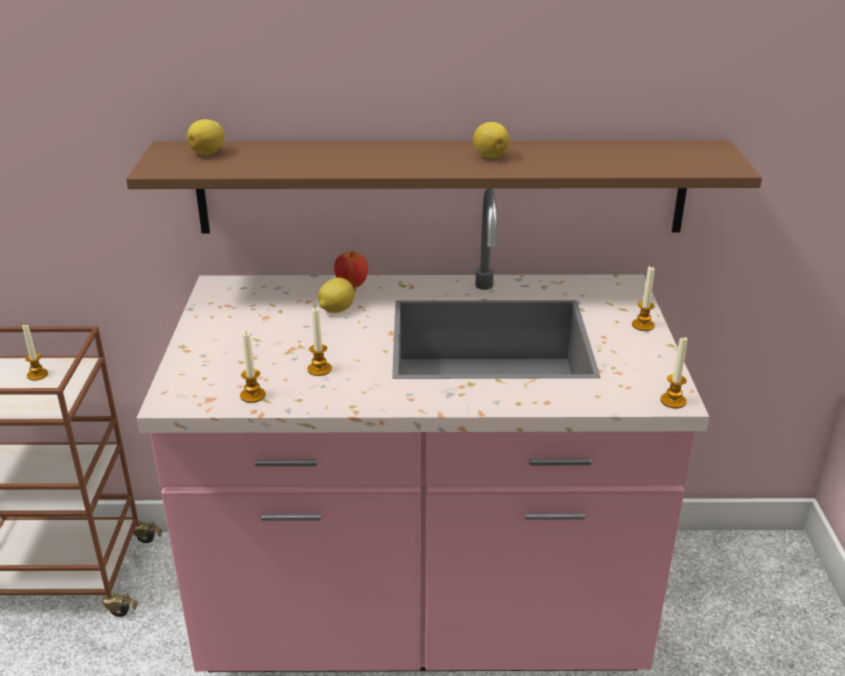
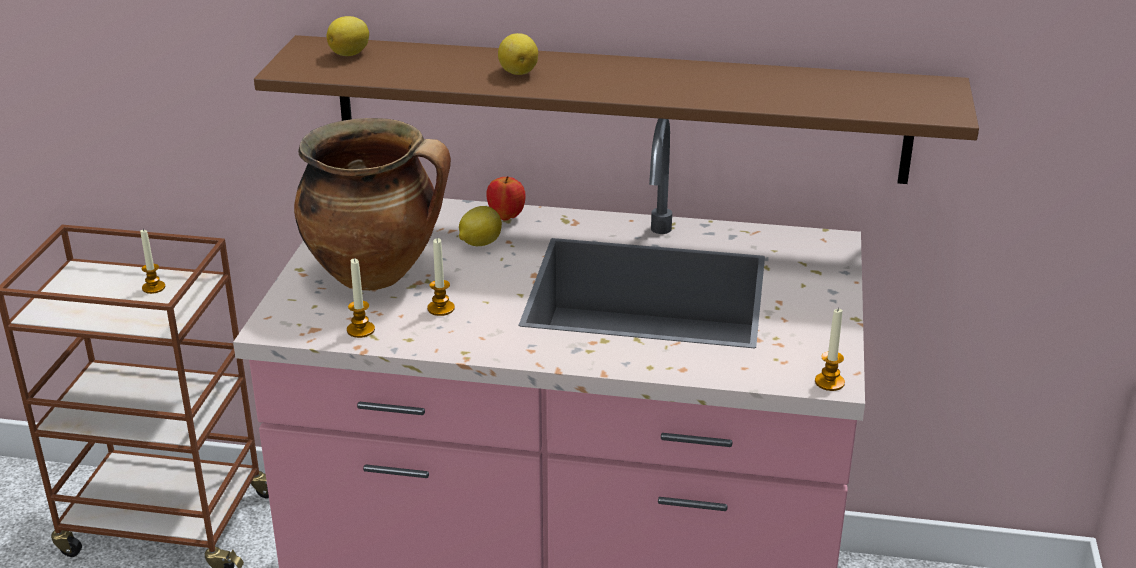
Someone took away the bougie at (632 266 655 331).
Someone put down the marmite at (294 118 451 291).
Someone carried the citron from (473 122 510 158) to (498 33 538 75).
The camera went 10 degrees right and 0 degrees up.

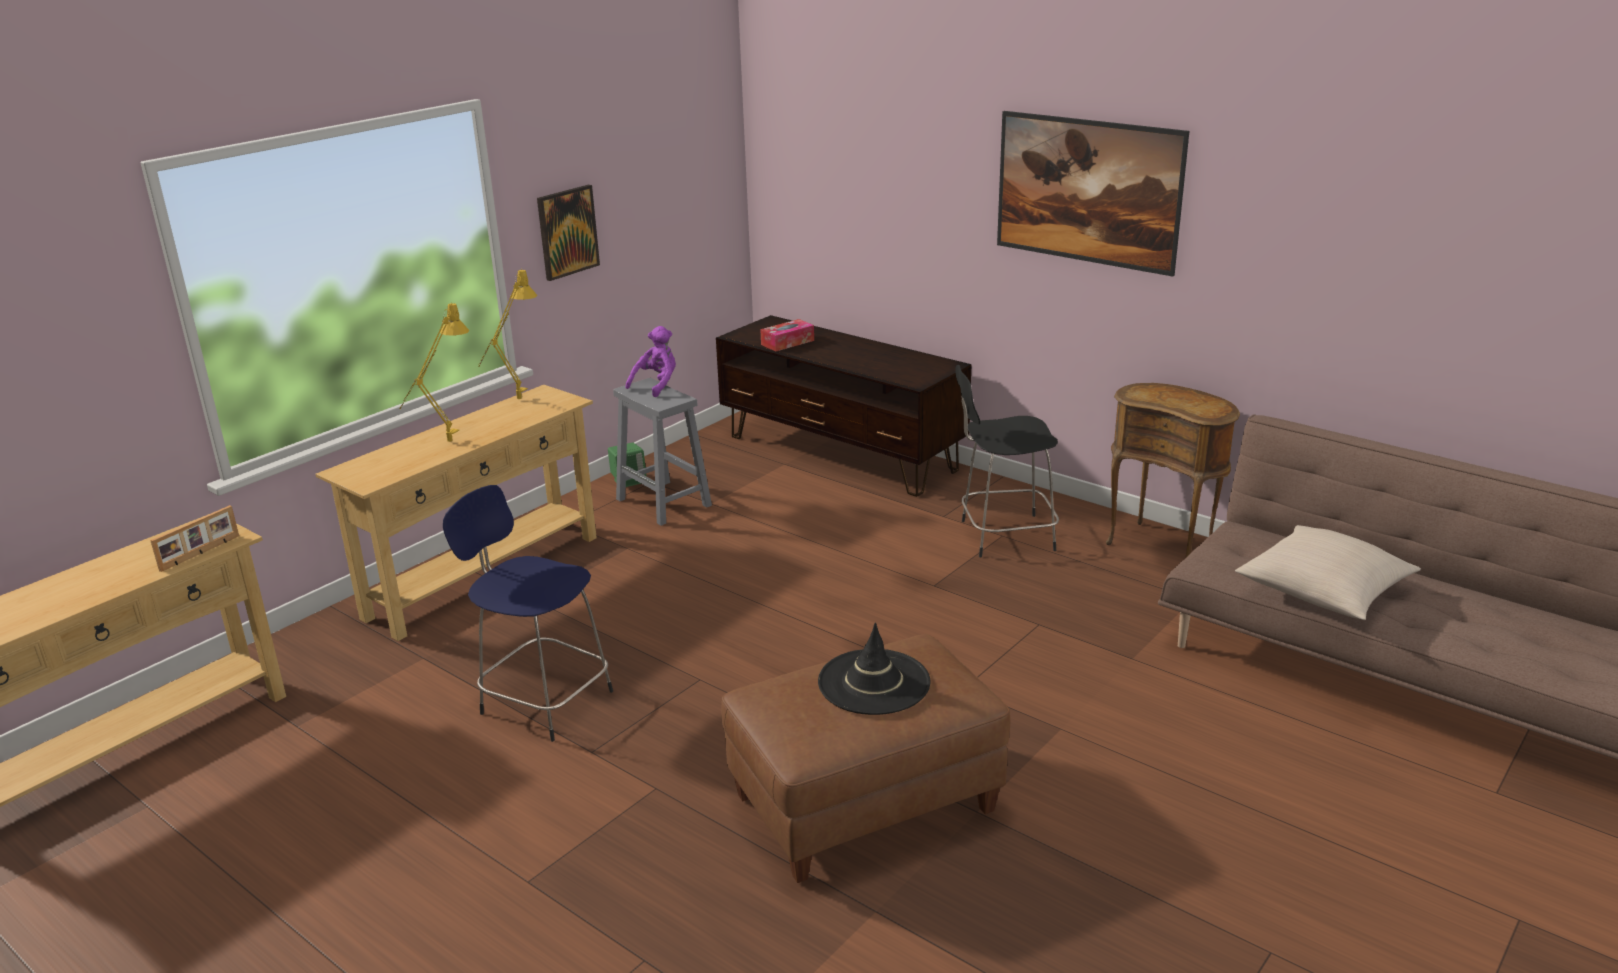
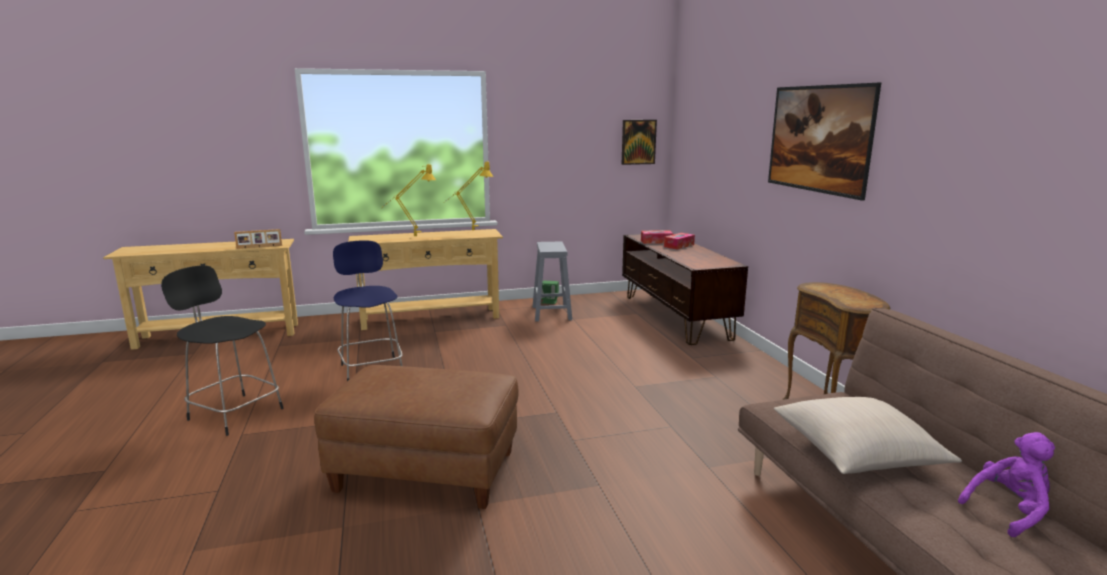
Someone took away the chapeau (noir) at (818 623 931 715).
Someone put down the boîte à mouchoirs at (664 233 695 250).
Someone carried the tableau from (537 185 600 281) to (622 120 657 165).
Someone carried the peluche (violet) from (625 326 676 397) to (958 432 1055 537).
Someone carried the tabouret (noir) from (955 365 1059 557) to (161 265 284 436).
The camera went 35 degrees right and 10 degrees down.

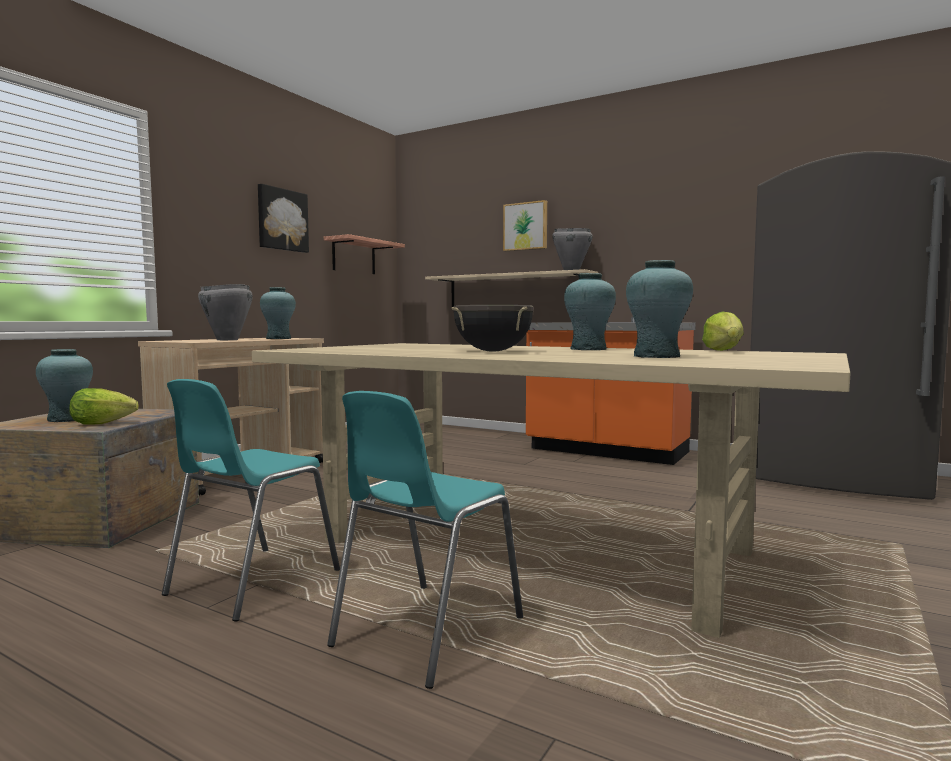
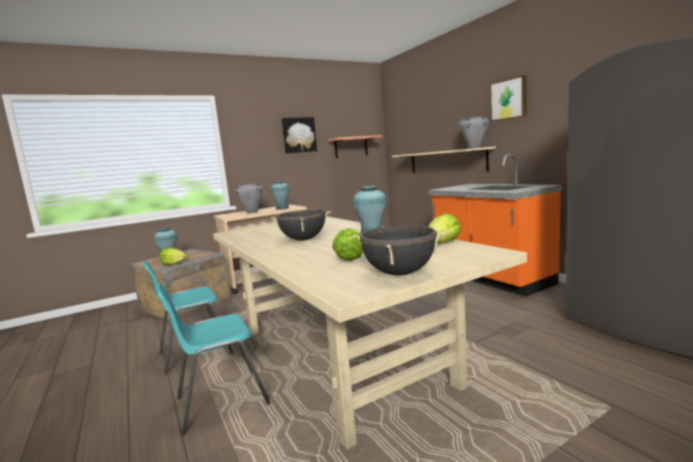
Someone put down the marmite (noir) at (352 225 446 276).
Someone carried the tableau from (503 200 547 251) to (490 75 526 122).
Someone swapped the vase (turquoise) at (626 260 693 358) for the laitue at (332 228 363 261).
The camera went 30 degrees right and 5 degrees up.

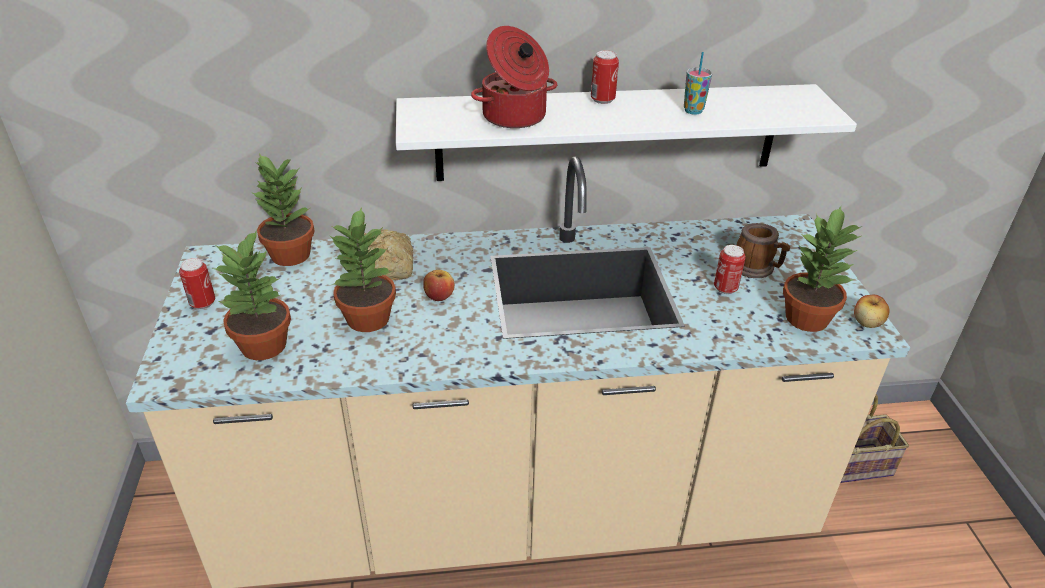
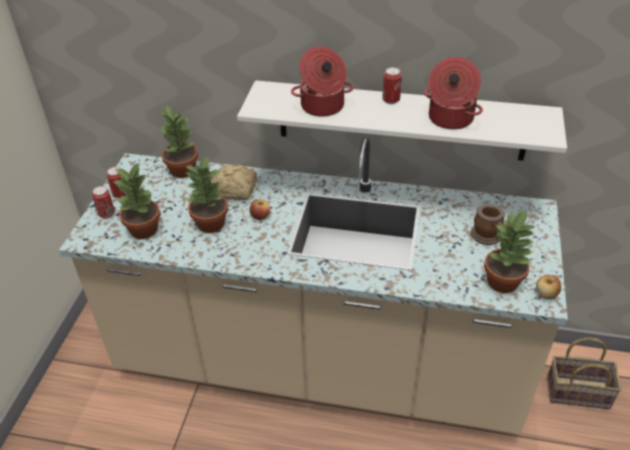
Someone carried the boîte métallique from (714 245 746 294) to (92 186 115 219).
Someone swapped the tasse at (684 52 712 115) for the marmite at (424 57 483 129).
The camera went 20 degrees right and 5 degrees up.

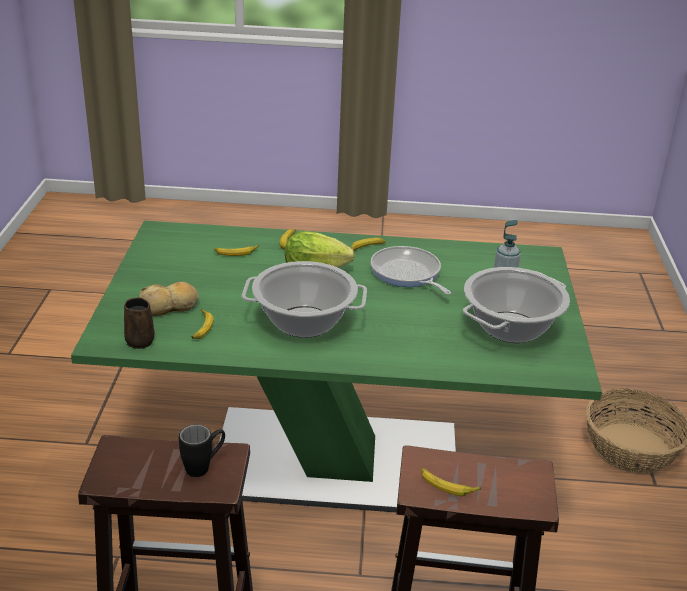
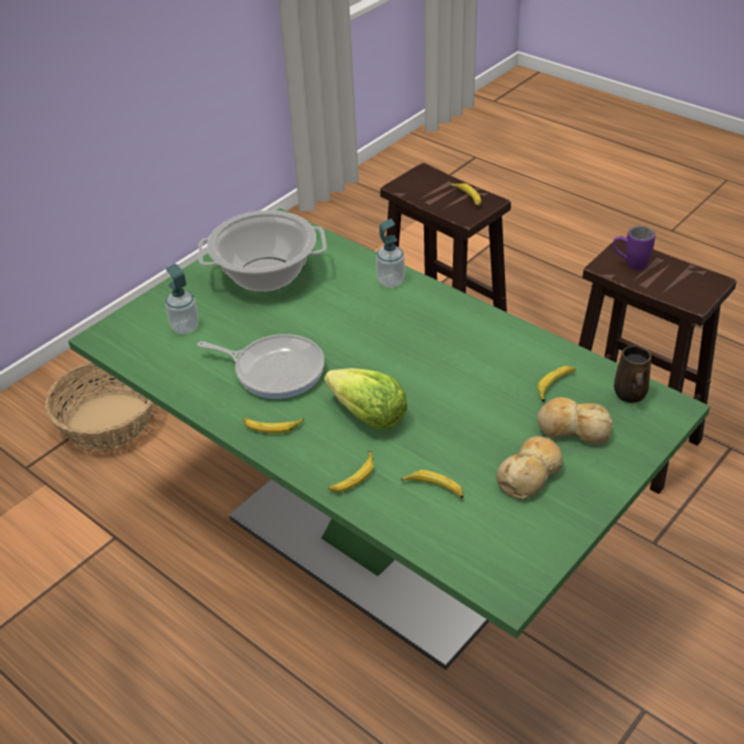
Someone took away the marmite at (242 261 367 338).
Someone put down the distributeur de savon at (376 219 405 288).
Someone put down the pain at (496 436 563 499).
Someone repainted the mug (noir) at (179 425 225 477), which became the mug (violet) at (613 226 655 270).
Someone rotated the poêle at (370 246 451 295) by 75 degrees counterclockwise.
The camera went 140 degrees left and 10 degrees up.

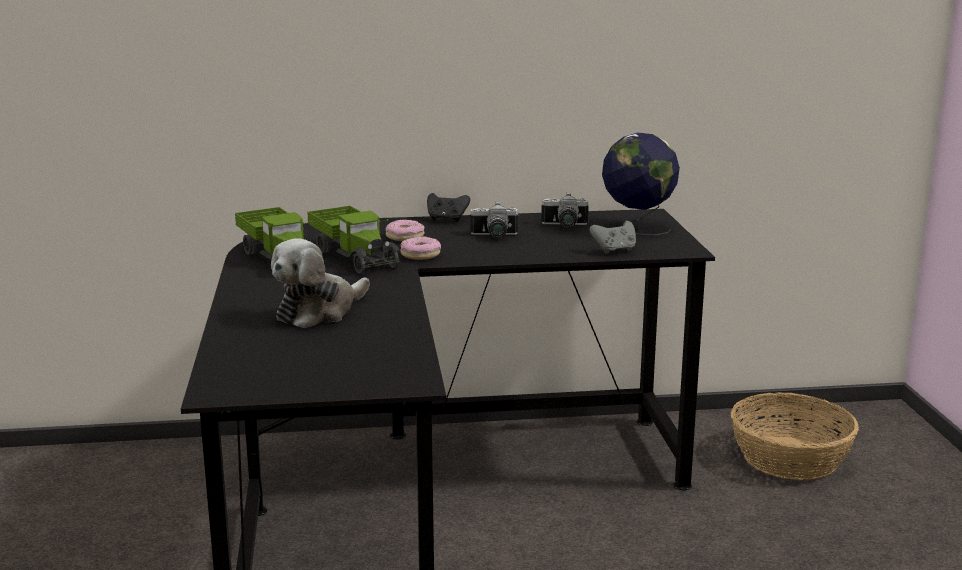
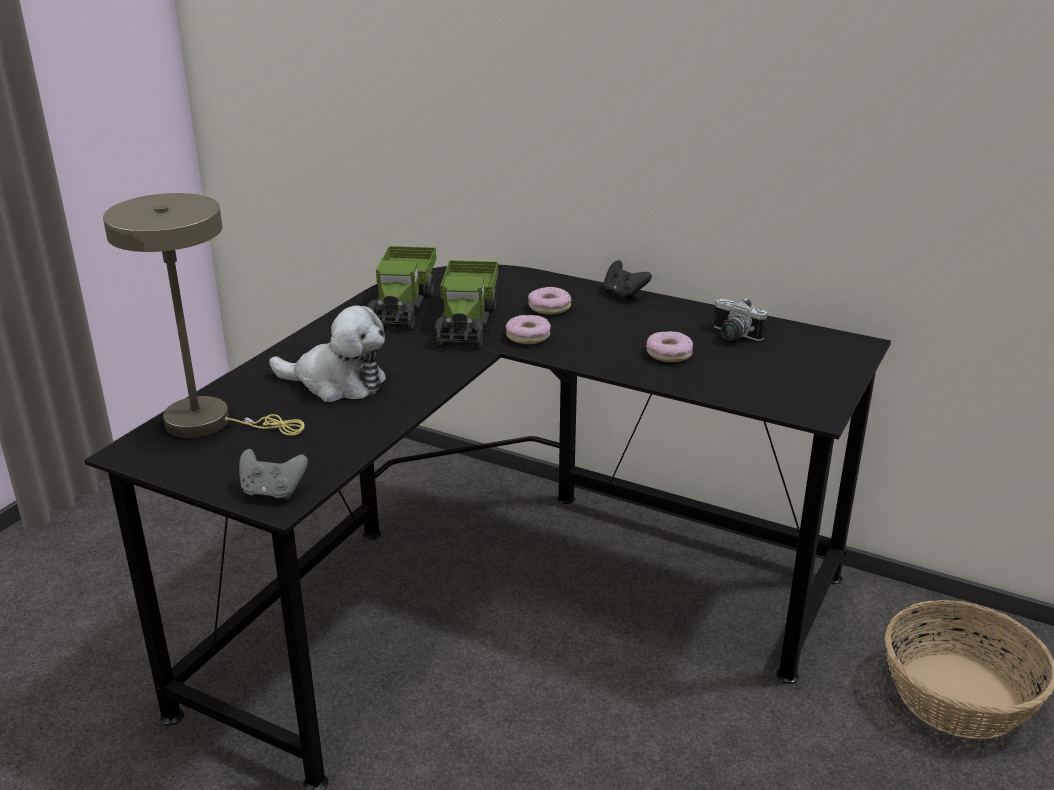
Someone took away the appareil photo at (470 201 519 238).
Someone took away the globe at (602 133 680 235).
Someone put down the lampe de table (beige) at (103 193 305 438).
Someone put down the beignet at (646 331 693 362).
Someone carried the manette (gris) from (589 221 636 254) to (239 449 308 500).
Someone rotated the peluche at (271 239 370 328) by 150 degrees counterclockwise.
The camera went 35 degrees right and 10 degrees up.

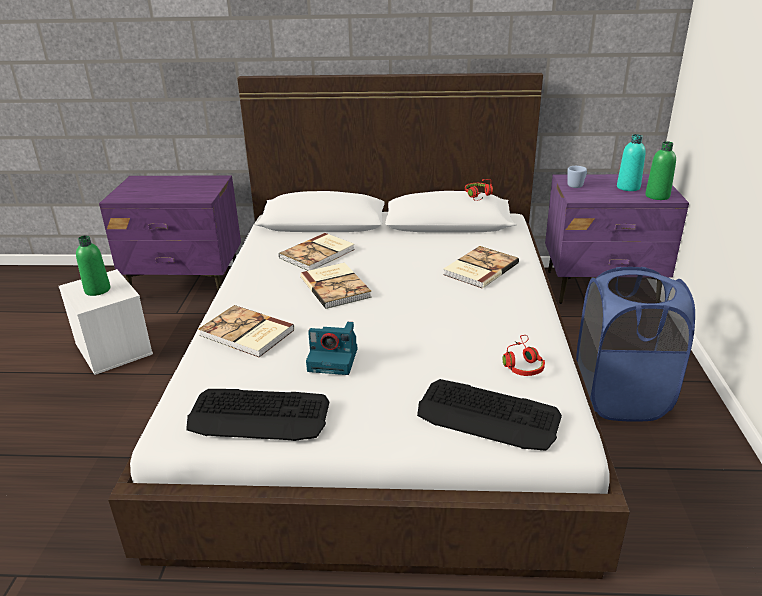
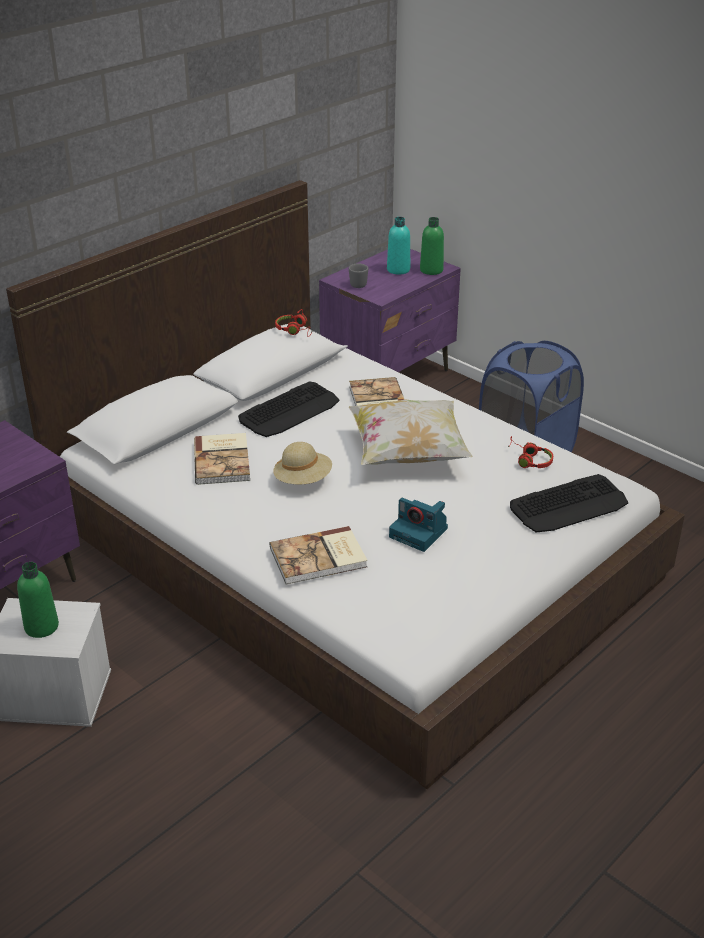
Someone put down the coussin at (349 400 473 465).
Someone carried the clavier from (186 389 329 441) to (238 381 339 437).
Someone swapped the livre at (300 263 372 309) for the chapeau (beige) at (273 442 332 485).
Someone repainted the mug (bleu) at (567 166 587 188), which became the mug (gris) at (349 264 368 288).
Someone rotated the appareil photo at (306 322 357 375) by 75 degrees clockwise.
The camera went 50 degrees left and 5 degrees up.

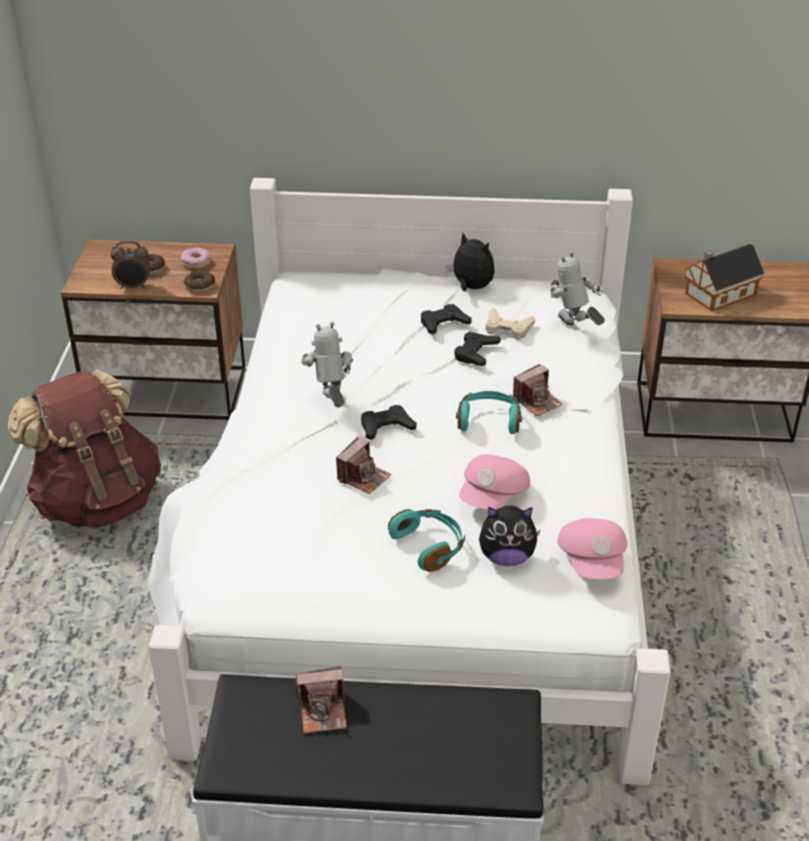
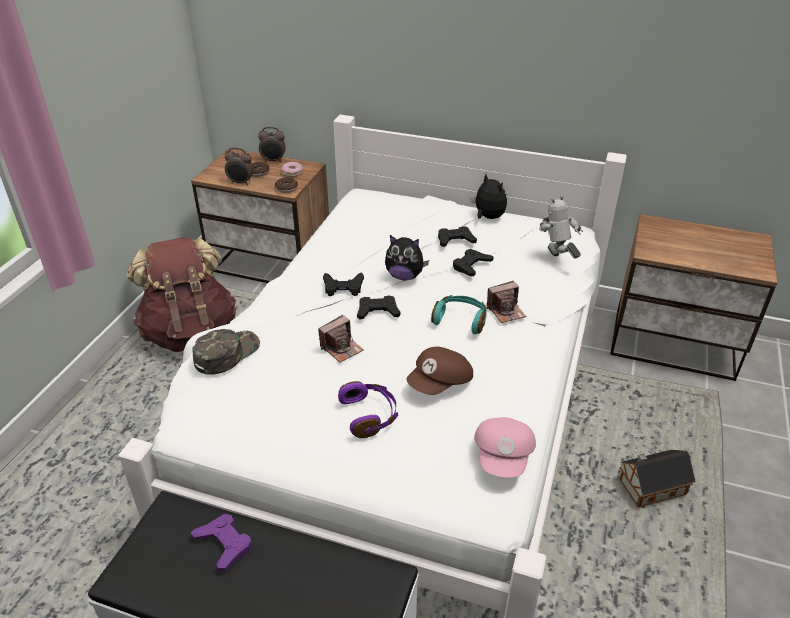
Someone took away the manette (beige) at (486 308 535 340).
Someone put down the casquette (vert) at (192 329 260 375).
Someone put down the réveil at (258 127 286 163).
Someone carried the peluche from (479 505 541 566) to (385 235 429 280).
Someone carried the maison miniature from (684 244 764 312) to (620 450 696 507).
Someone swapped the appareil photo at (295 666 347 733) for the manette (violet) at (190 514 251 572).
Someone swapped the robot jouet at (301 322 353 407) for the manette (noir) at (323 272 364 296).
Someone repainted the casque audio (turquoise) at (388 509 465 572), which became the casque audio (violet) at (338 381 398 438).
Someone repainted the casquette (rose) at (459 454 530 510), which became the casquette (marron) at (407 347 473 395).
The camera went 15 degrees right and 0 degrees up.

